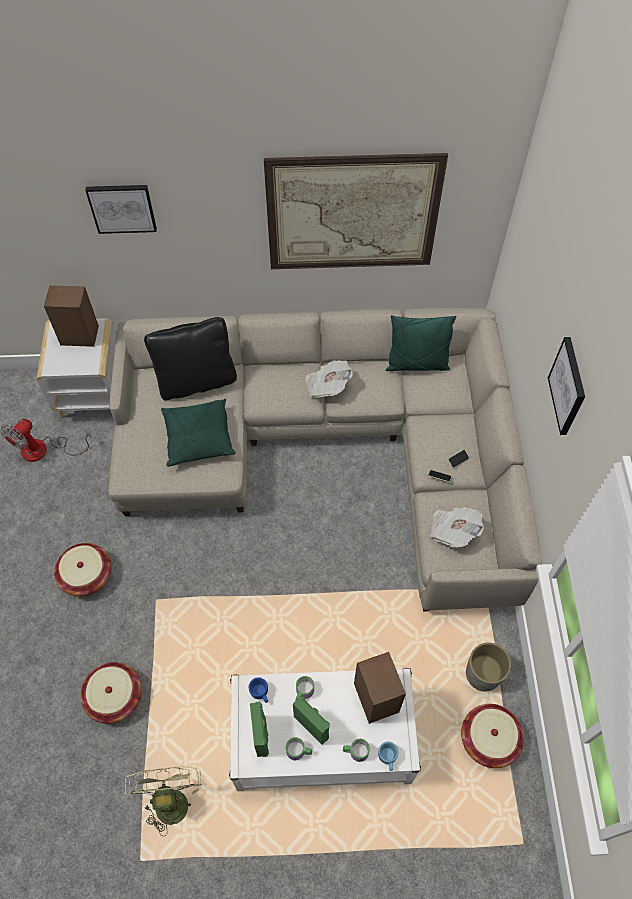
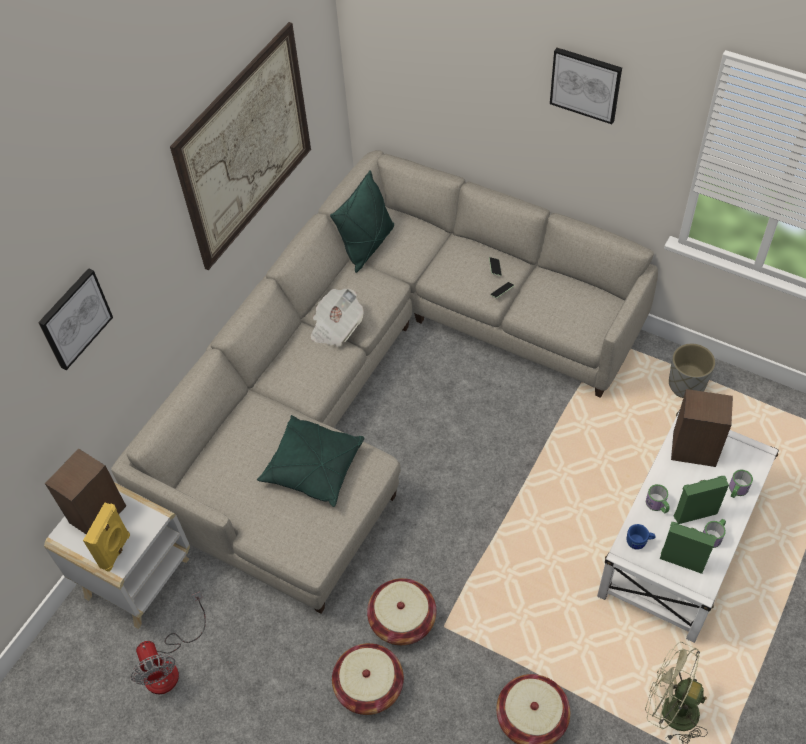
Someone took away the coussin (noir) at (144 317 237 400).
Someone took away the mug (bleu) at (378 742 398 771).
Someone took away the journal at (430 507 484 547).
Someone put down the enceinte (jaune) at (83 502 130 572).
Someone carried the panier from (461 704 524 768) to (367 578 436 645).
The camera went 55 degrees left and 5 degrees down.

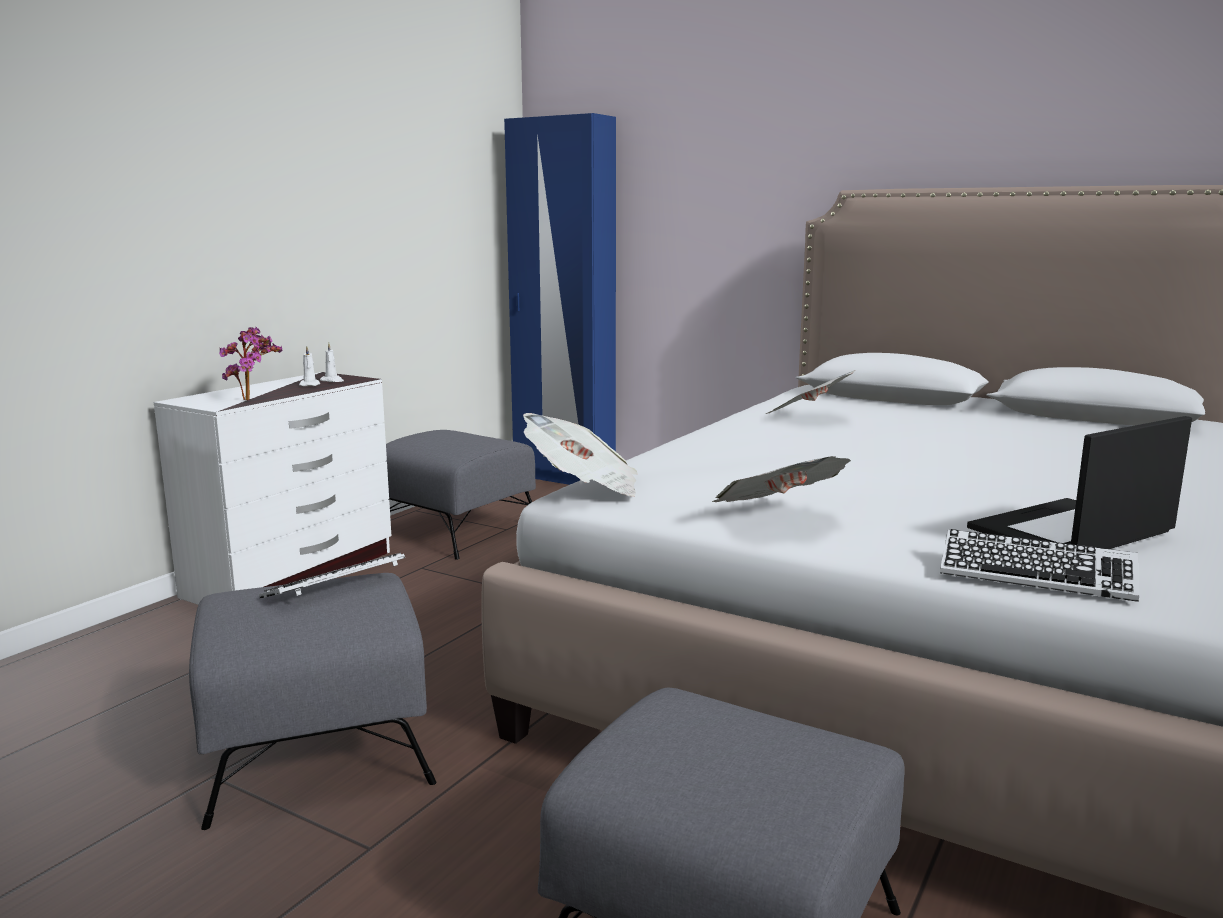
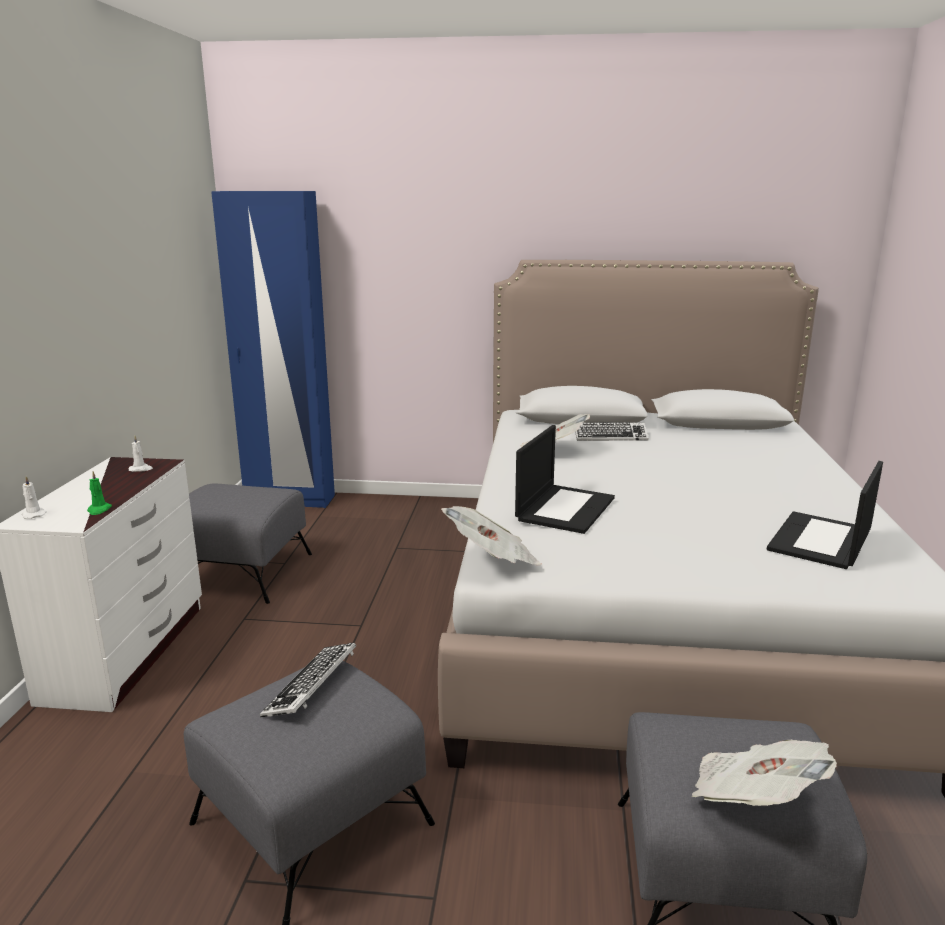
Someone put down the ordinateur portable at (515 425 615 534).
Someone carried the bougie (blanc) from (299 347 320 386) to (22 476 47 519).
Someone carried the journal from (712 456 851 502) to (692 740 837 806).
Someone carried the clavier from (940 529 1139 602) to (575 422 649 441).
Someone swapped the plante en pot at (219 327 282 401) for the bougie (vert) at (87 471 112 515).
The camera went 25 degrees left and 5 degrees up.

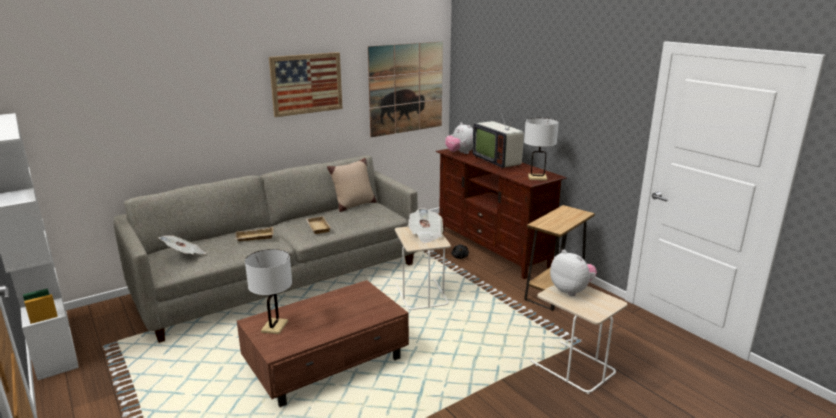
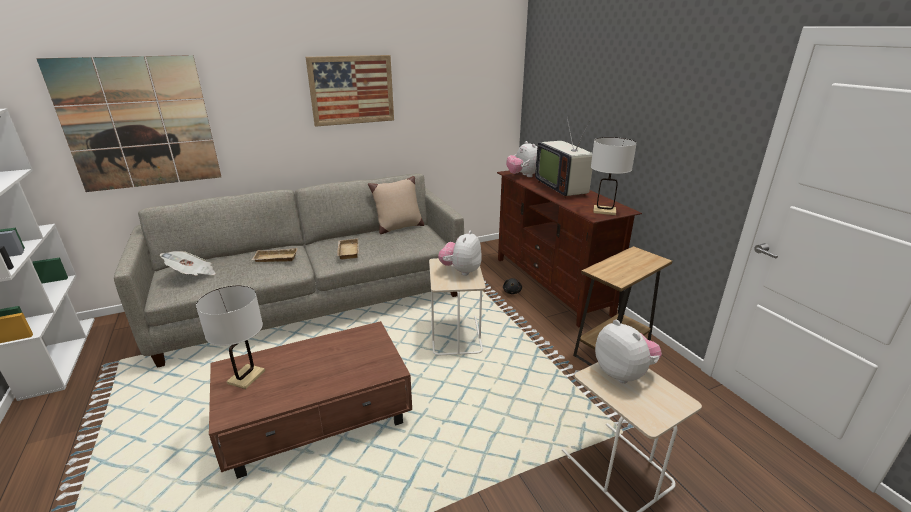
Someone carried the tableau from (368 42 443 137) to (36 55 221 192).
Someone swapped the journal at (408 208 443 243) for the peluche at (438 230 482 276).
The camera went 10 degrees right and 5 degrees up.

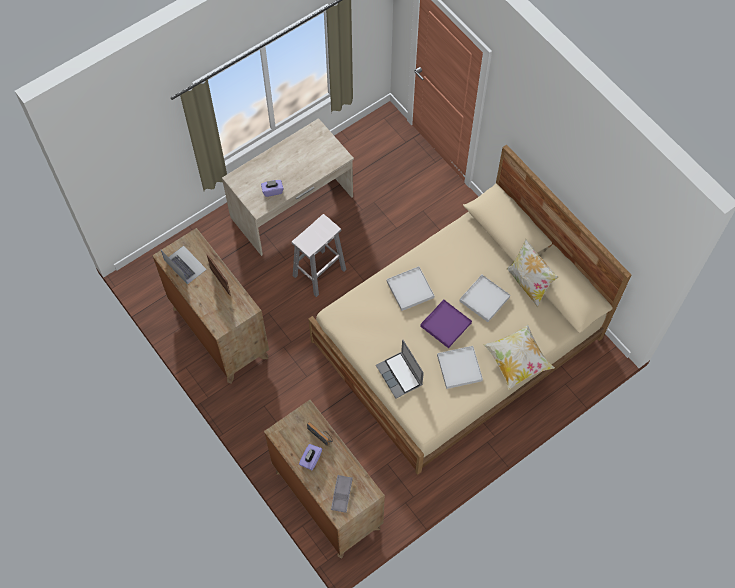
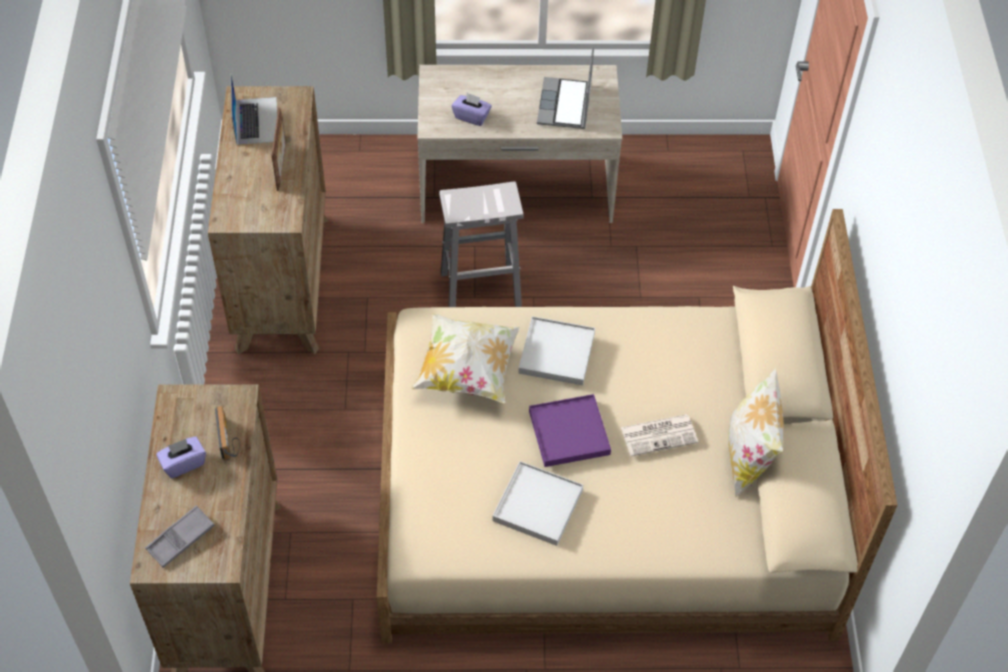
Someone carried the ordinateur portable from (376 340 424 399) to (537 47 594 129).
Someone carried the coussin from (483 325 555 390) to (412 313 520 403).
Someone swapped the plateau (blanc) at (460 275 510 322) for the journal at (621 414 698 456).
The camera went 35 degrees right and 10 degrees down.

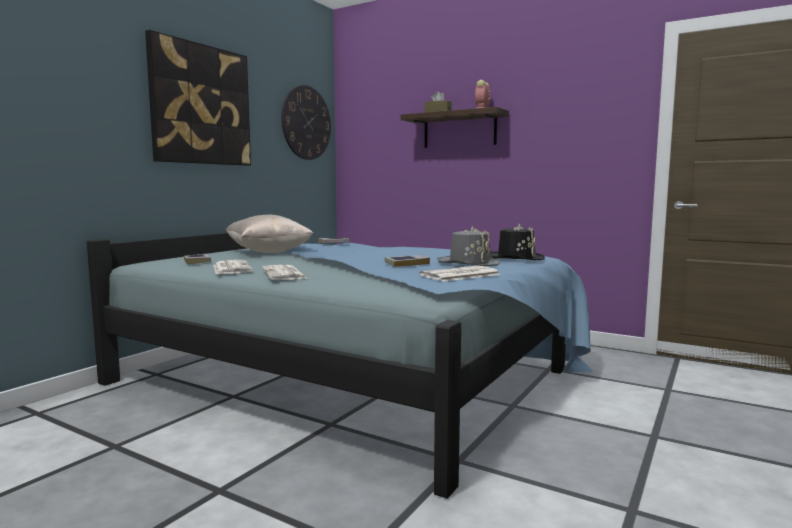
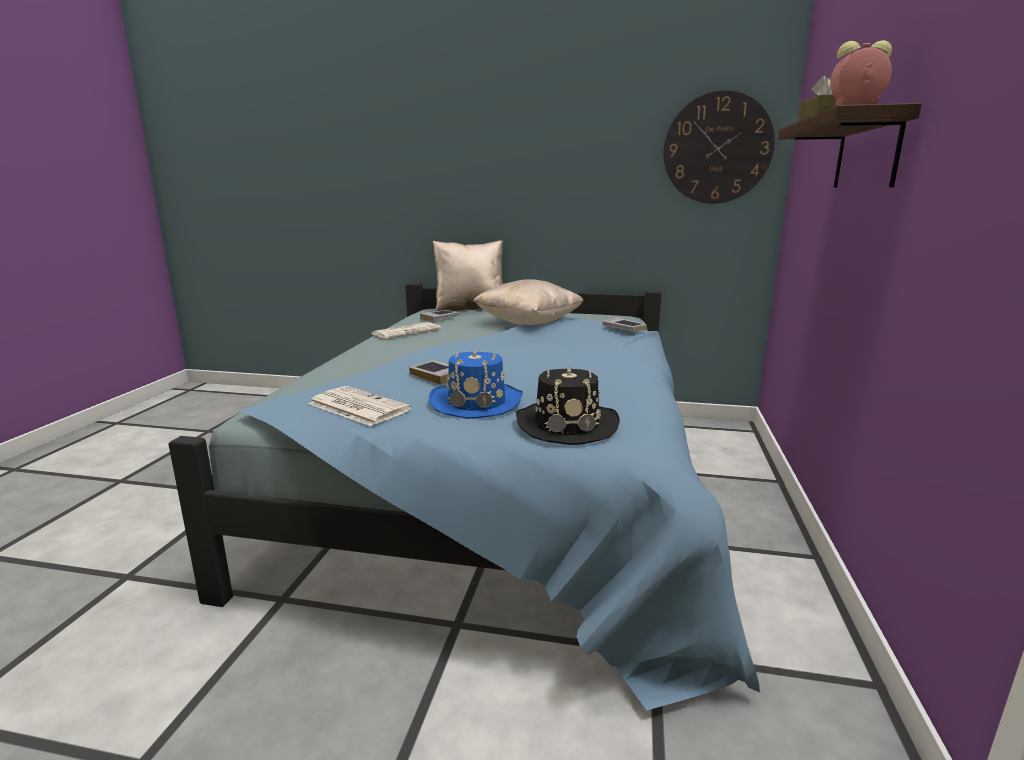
Someone took away the tableau at (145 30 251 166).
Someone took away the journal at (262 265 308 280).
Someone put down the coussin (beige) at (433 240 503 312).
Someone repainted the chapeau (gris) at (437 226 500 266), which became the chapeau (bleu) at (429 348 523 419).
The camera went 70 degrees right and 10 degrees up.

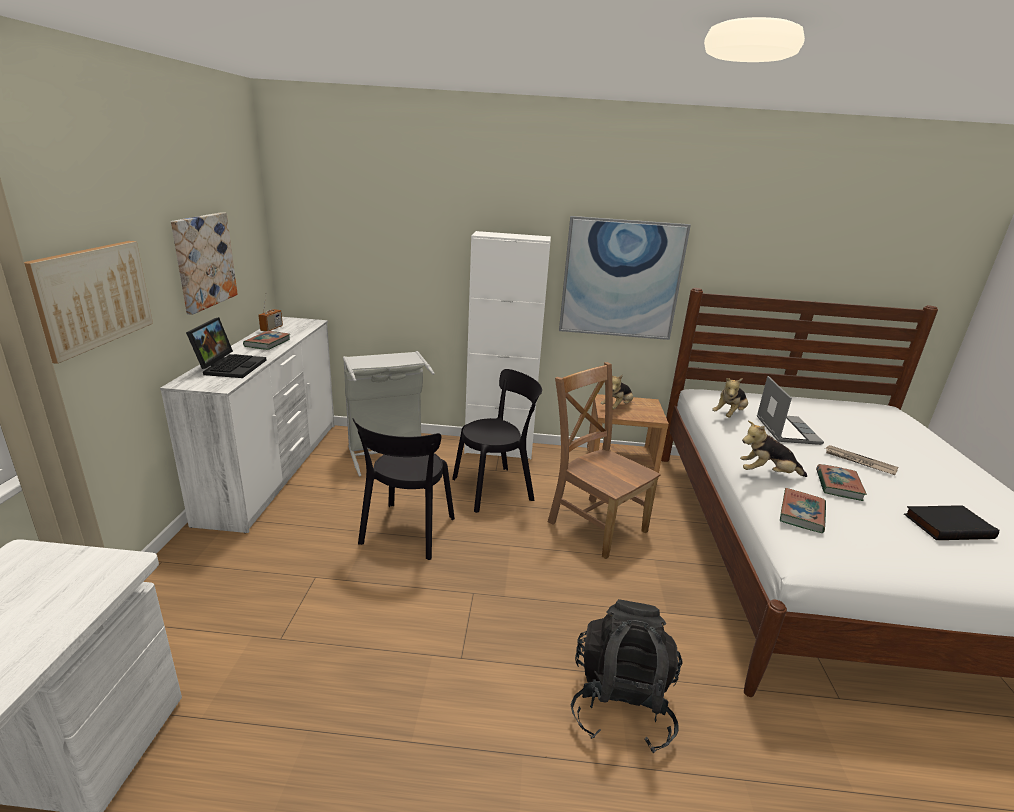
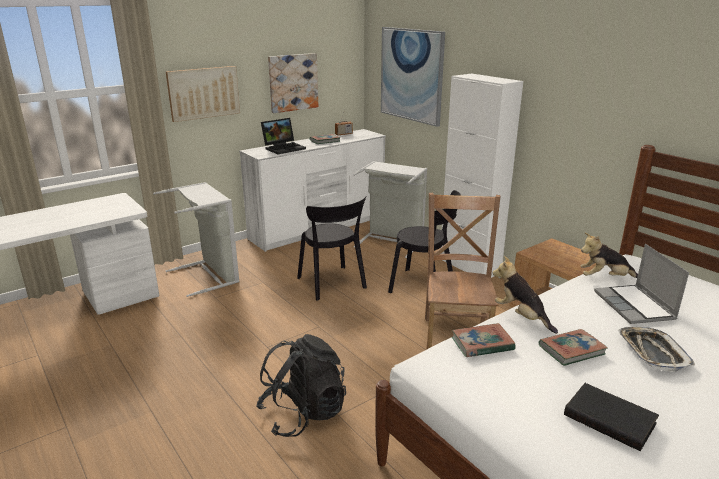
Someone took away the peluche at (601 375 633 410).
Someone put down the panier à linge (gris) at (153 182 240 297).
Someone carried the tableau from (559 216 691 340) to (381 27 445 127).
Someone swapped the journal at (825 445 899 475) for the plateau at (618 327 695 372).
Someone rotated the chaise (noir) at (353 419 455 560) by 90 degrees counterclockwise.
Someone rotated the ordinateur portable at (757 376 824 445) by 120 degrees clockwise.
The camera went 50 degrees right and 0 degrees up.

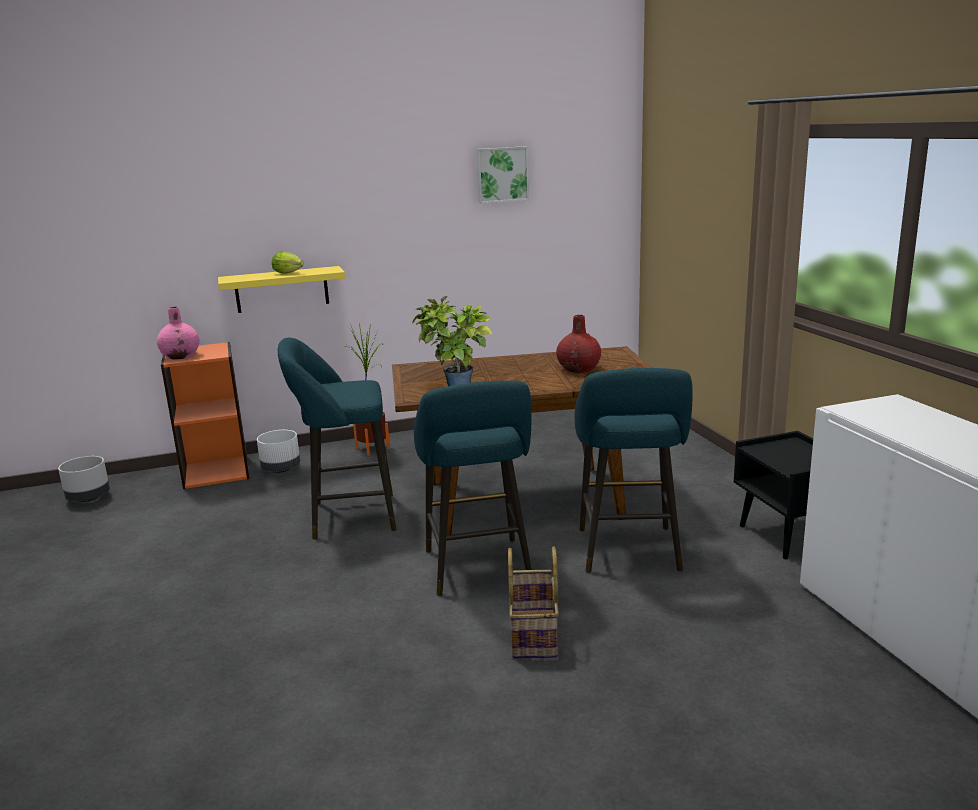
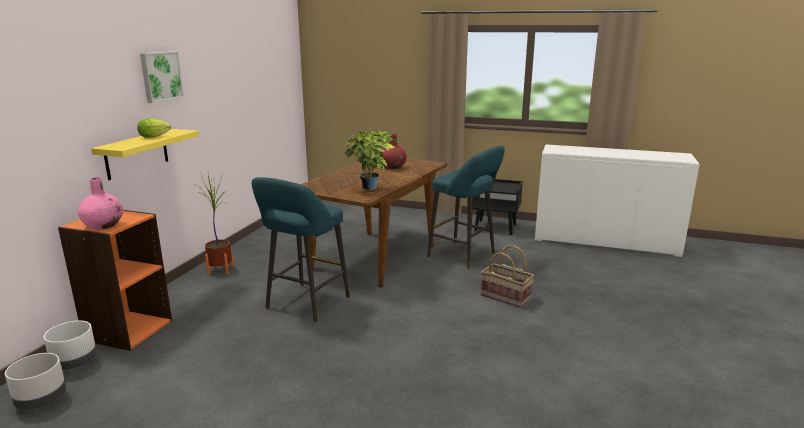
Someone took away the tabouret (turquoise) at (414 381 532 596).
Someone carried the cache-pot (blanc) from (257 430 300 473) to (43 320 97 370).
Someone carried the tableau from (476 146 529 204) to (140 51 184 103).
The camera went 55 degrees left and 0 degrees up.

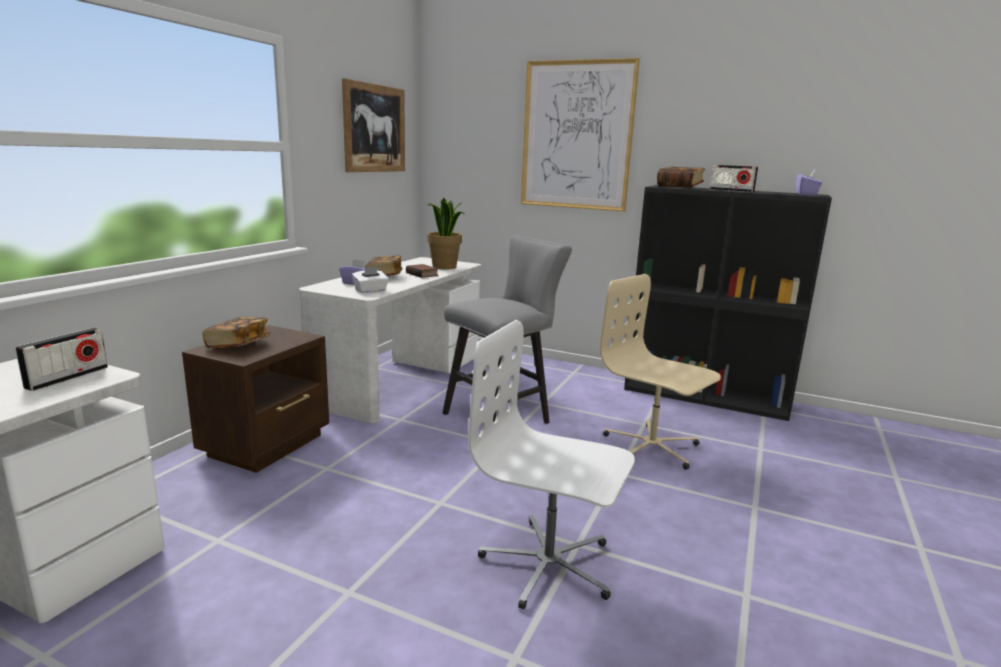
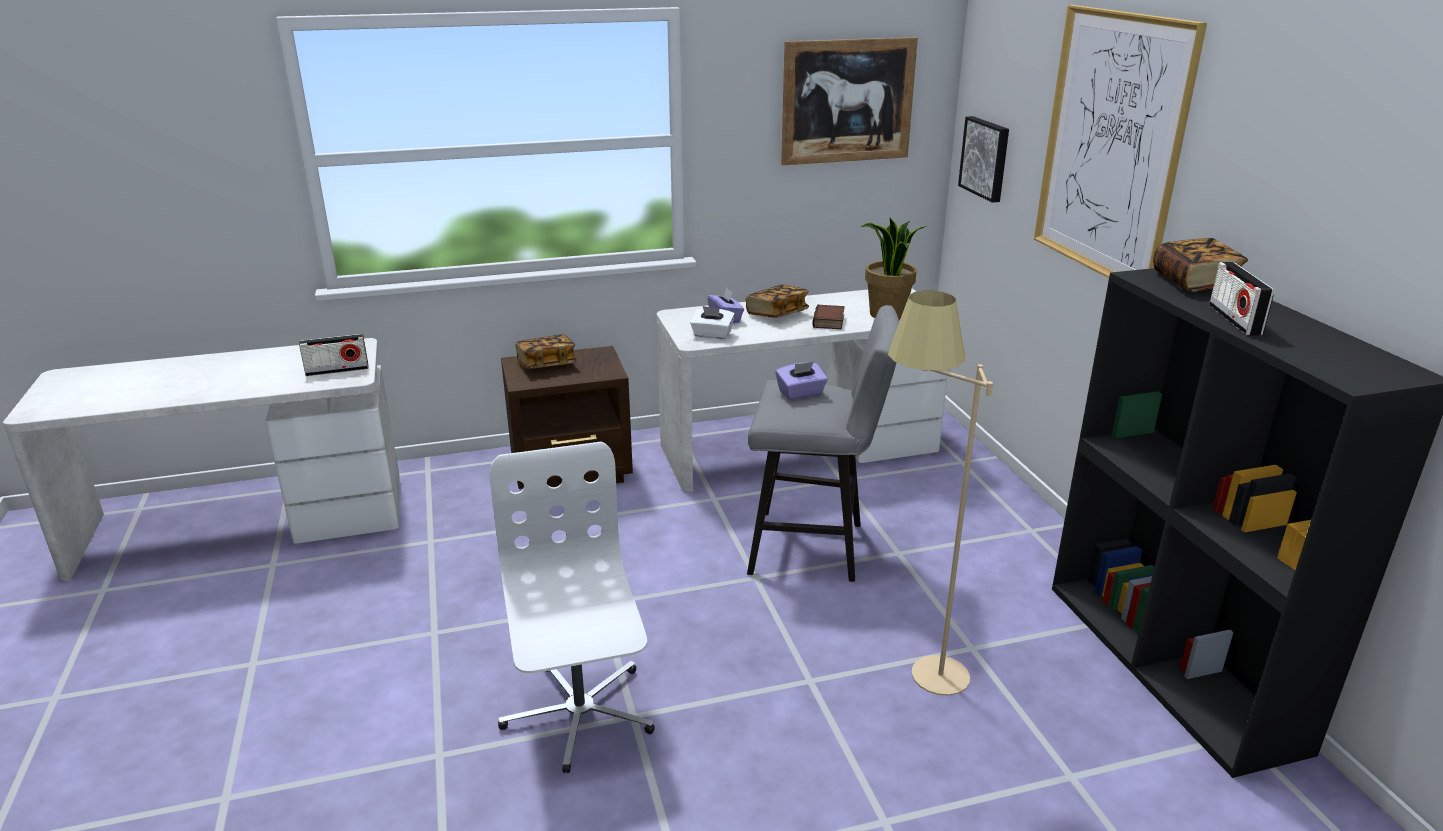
Someone put up the tableau at (958 116 1009 203).
Someone carried the boîte à mouchoirs (violet) from (796 169 822 196) to (776 362 828 400).
Someone swapped the chaise de bureau (beige) at (600 274 721 470) for the lampadaire (beige) at (888 291 993 696).
The camera went 50 degrees right and 10 degrees up.

